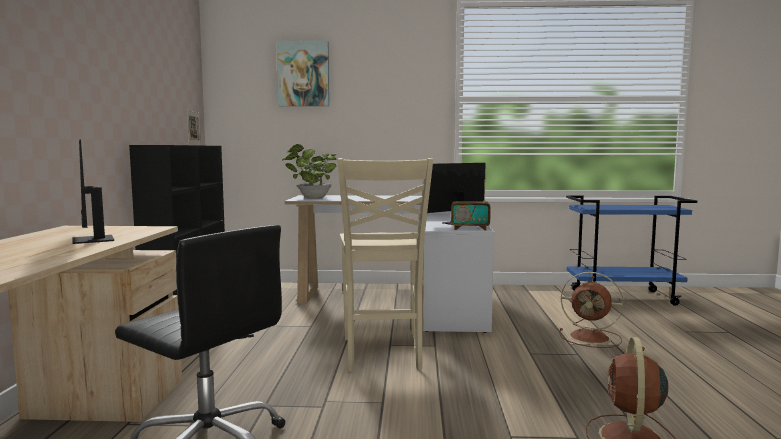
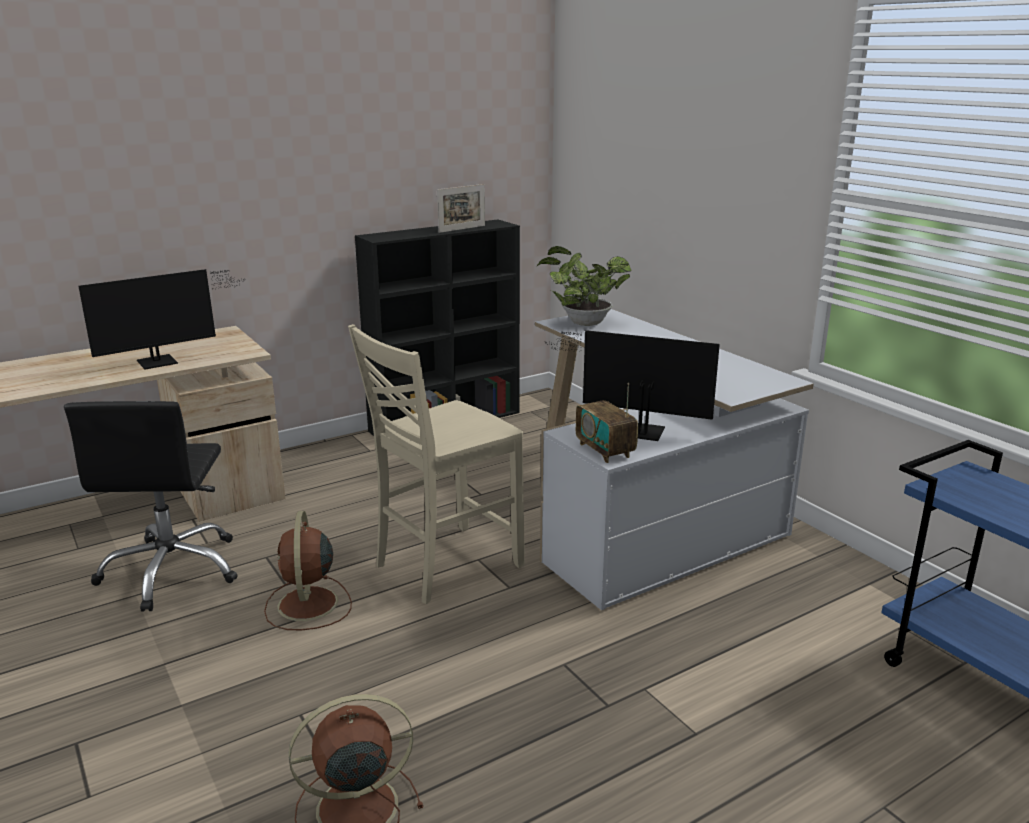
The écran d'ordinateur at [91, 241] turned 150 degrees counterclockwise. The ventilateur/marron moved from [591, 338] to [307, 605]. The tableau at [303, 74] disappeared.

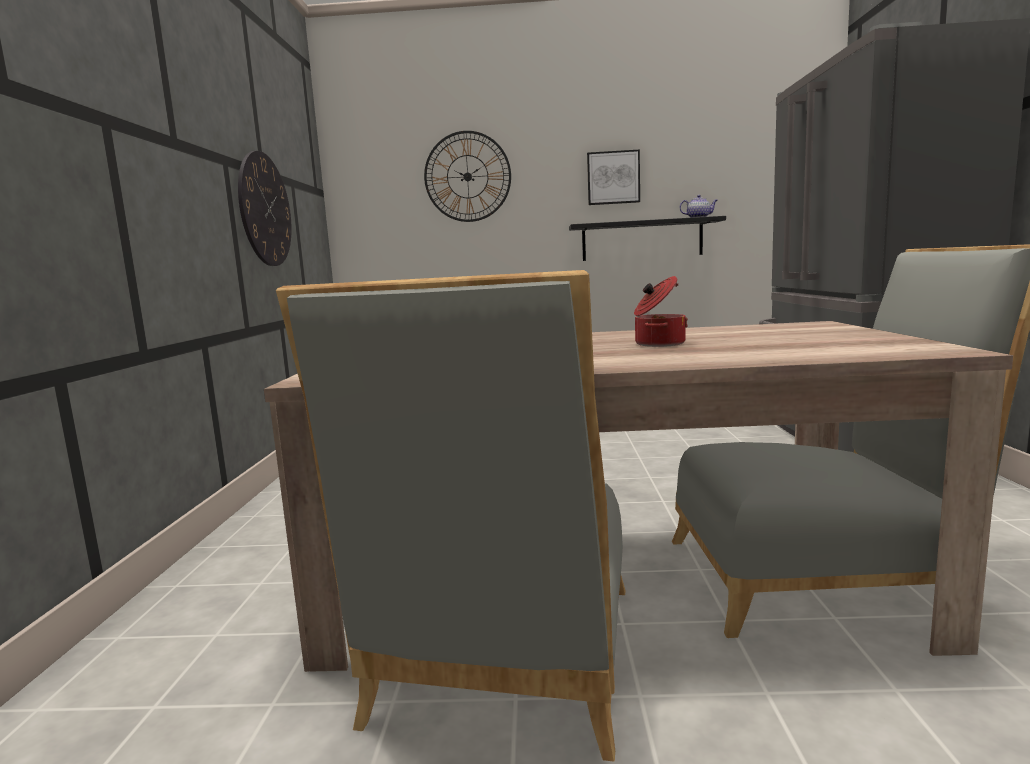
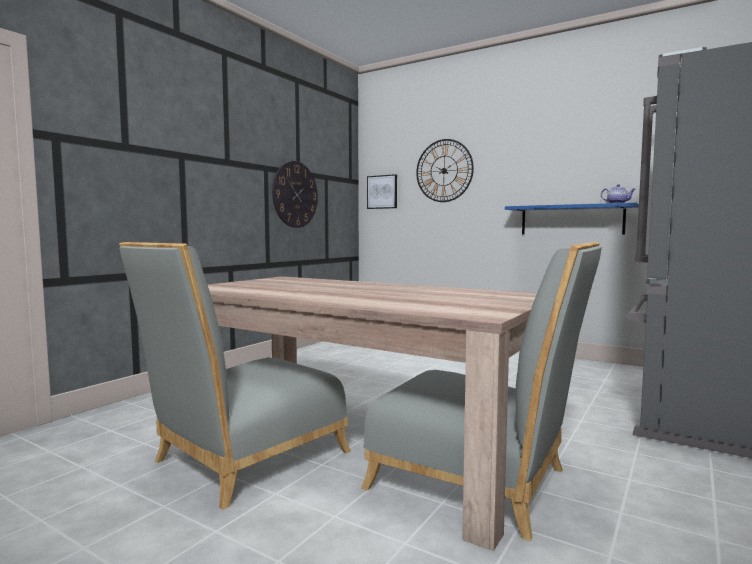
The tableau moved from [613, 178] to [382, 192]. The étagère/noir at [642, 240] became the étagère/bleu at [571, 220]. The marmite at [658, 344] disappeared.

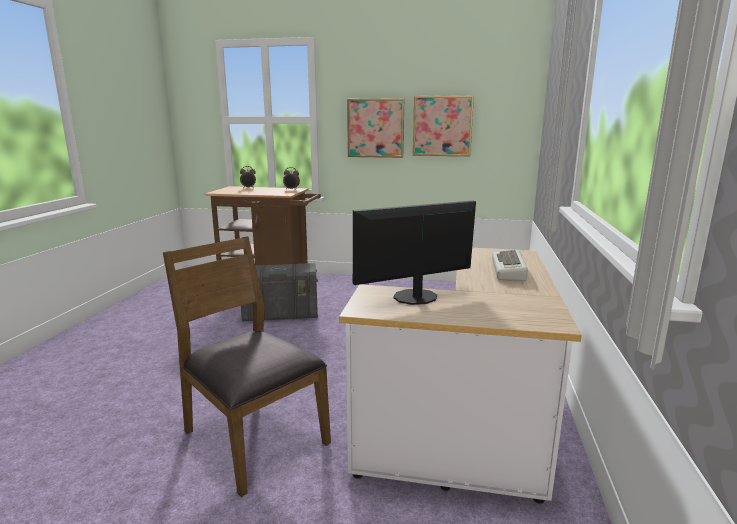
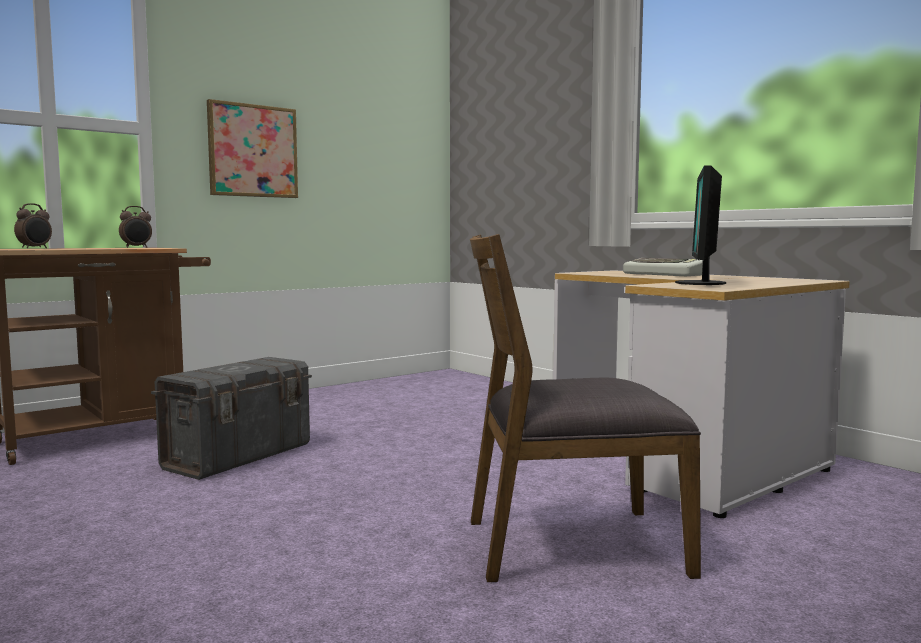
The tableau at [442, 126] disappeared.

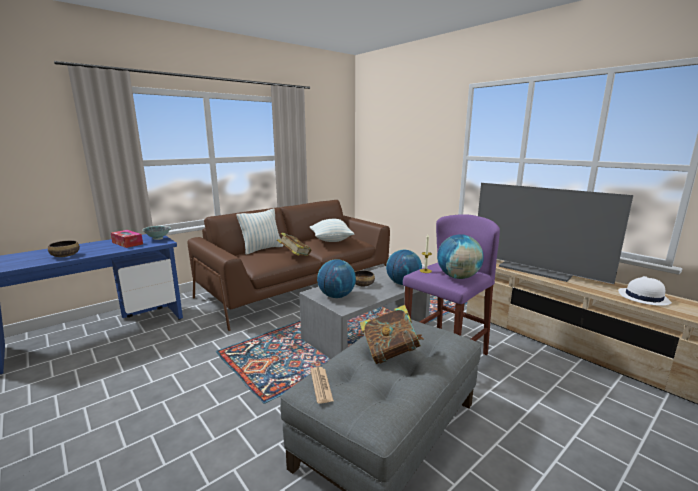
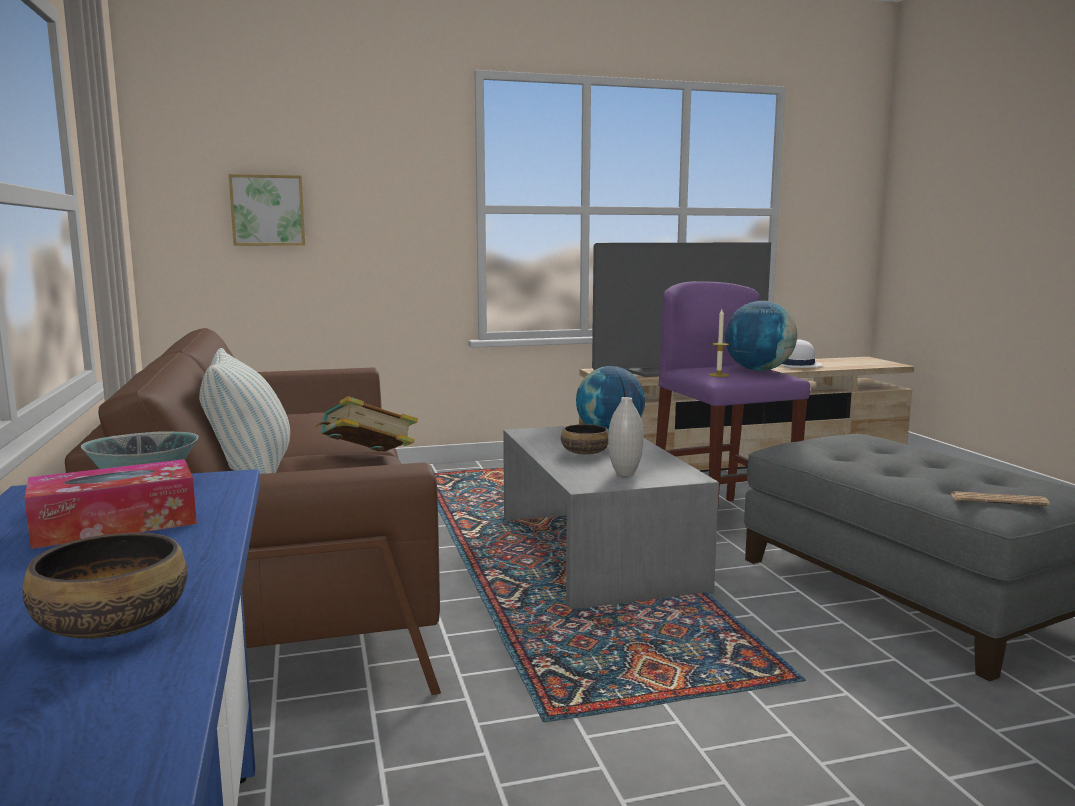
The tableau at [268, 210] appeared. The globe at [336, 296] was replaced by the vase/blanc at [625, 473]. The coussin at [331, 240] disappeared. The livre at [390, 354] disappeared.

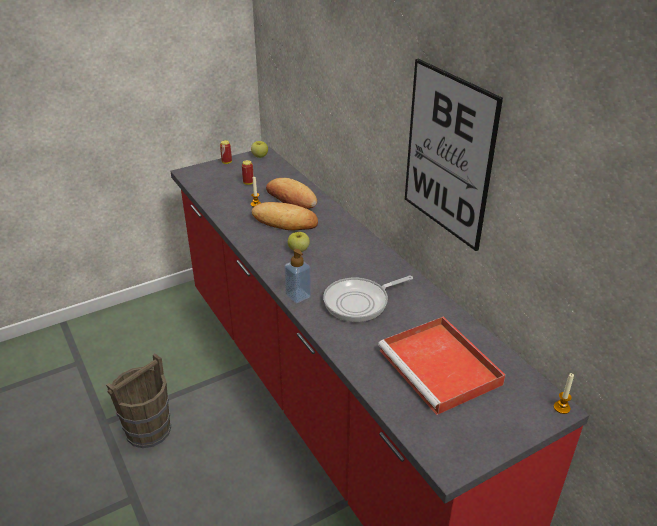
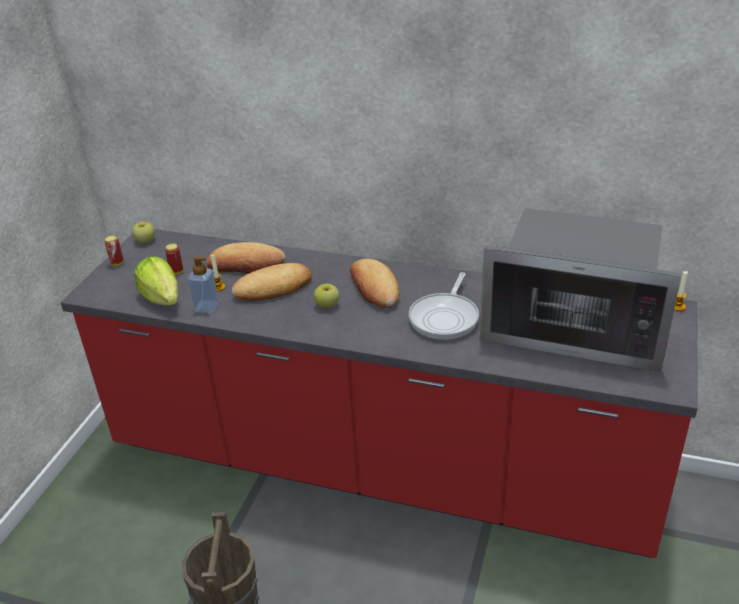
The laitue at [162, 298] appeared. The distributeur de savon moved from [298, 296] to [206, 307]. The pain at [374, 288] appeared. The plateau/rouge at [441, 368] was replaced by the micro-ondes at [574, 329]. The tableau at [448, 154] disappeared.

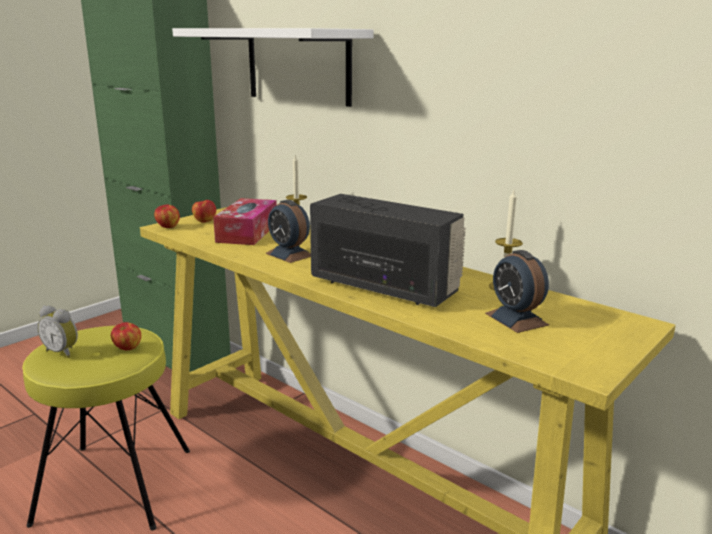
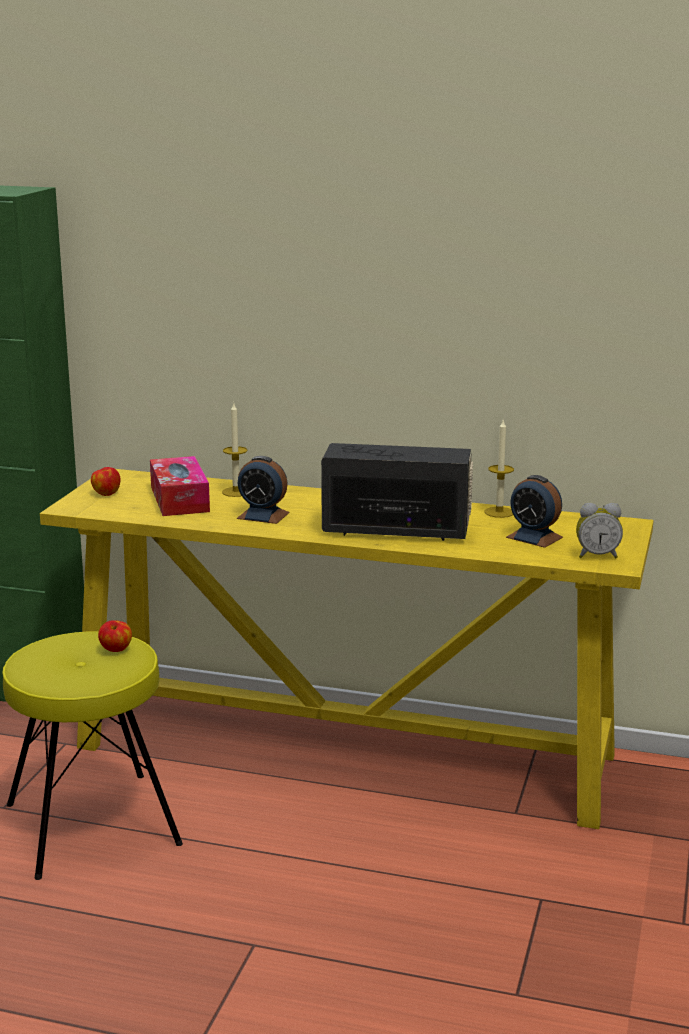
The réveil moved from [63, 352] to [597, 555]. The pomme at [168, 227] disappeared. The étagère/blanc at [298, 65] disappeared.

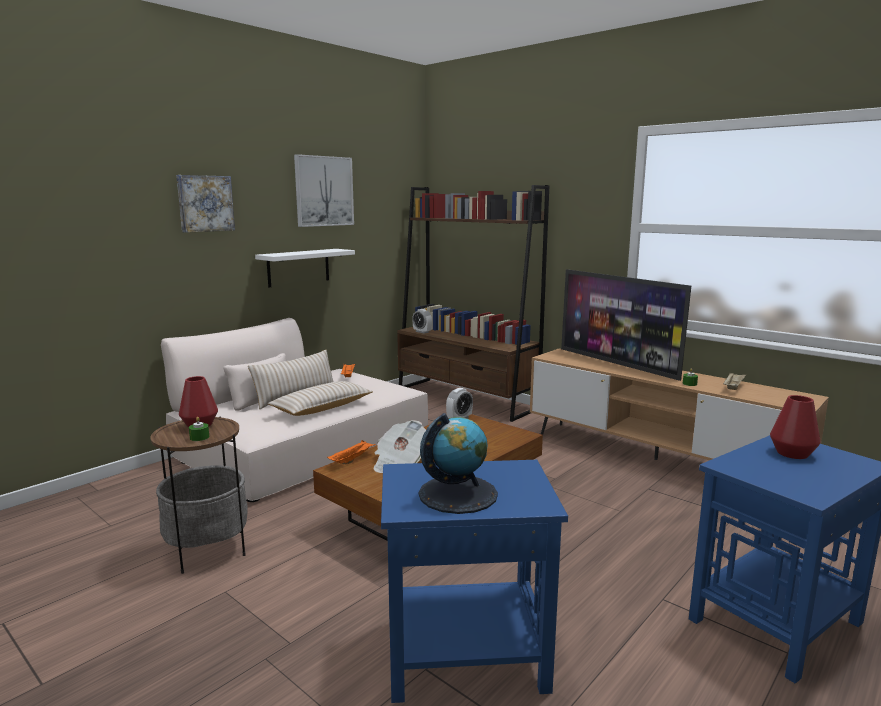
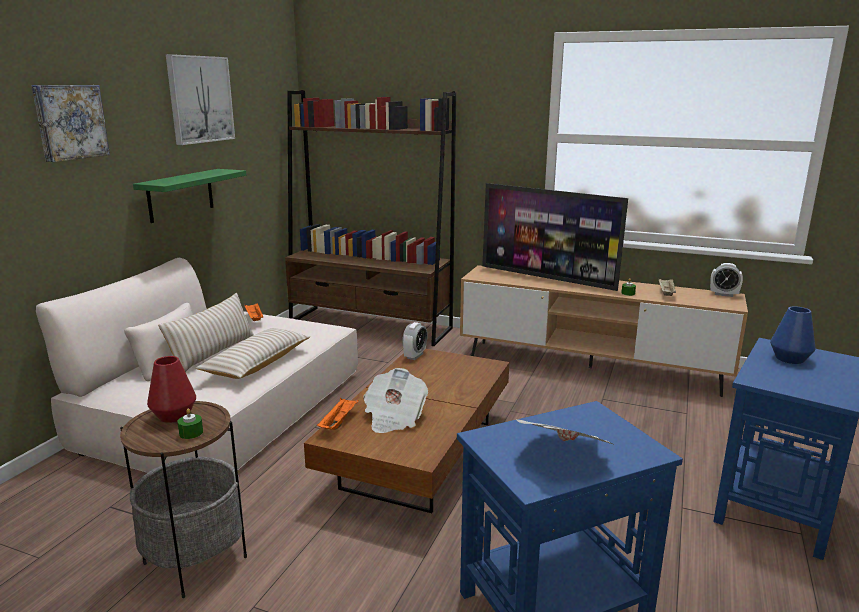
The étagère/blanc at [298, 267] became the étagère/vert at [180, 195]. The globe at [458, 494] was replaced by the journal at [565, 454]. The réveil moved from [422, 332] to [723, 294]. The vase/rouge at [792, 453] became the vase/bleu at [789, 359].

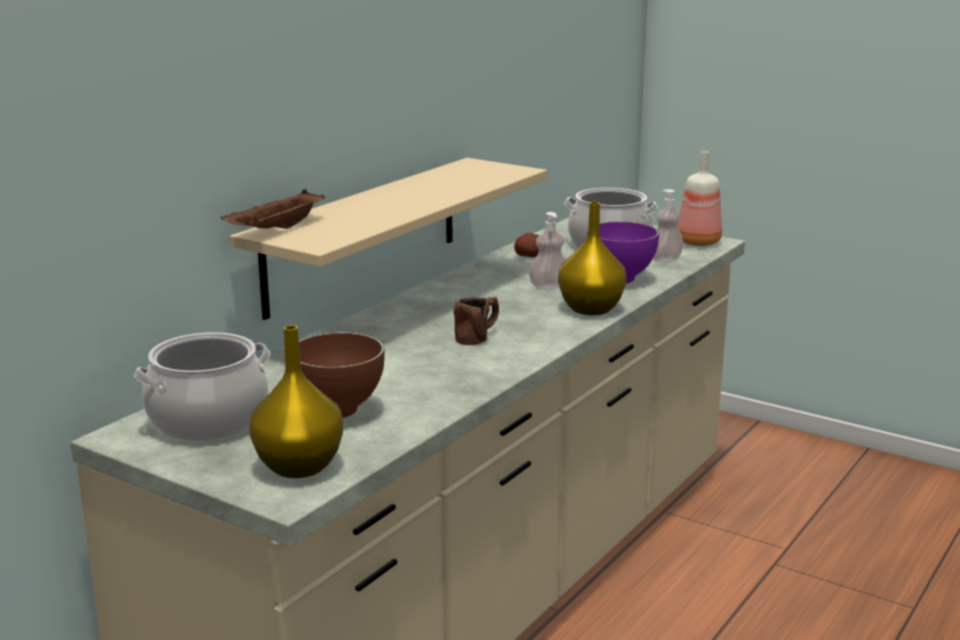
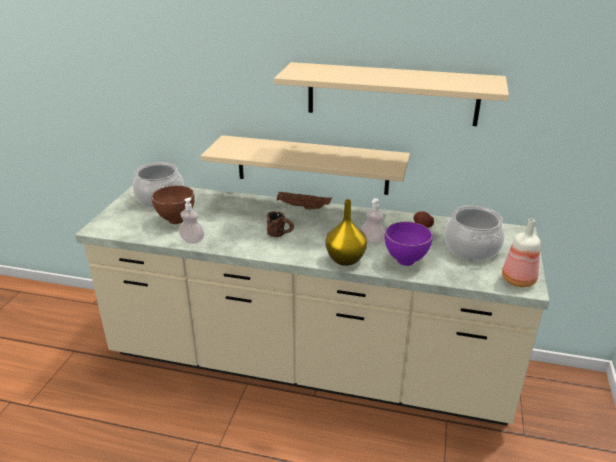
The distributeur de savon moved from [666, 260] to [192, 240]. The étagère/beige at [392, 94] appeared. The plateau/marron moved from [276, 230] to [302, 207]. The vase/jaune at [300, 466] disappeared.

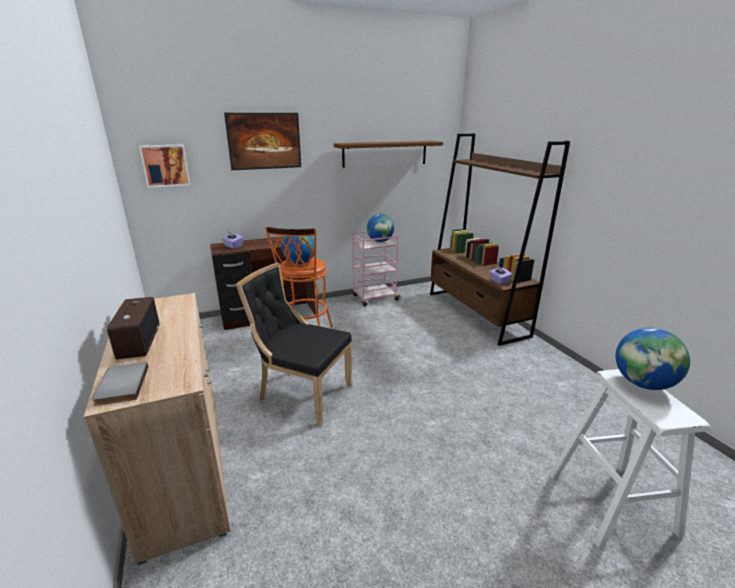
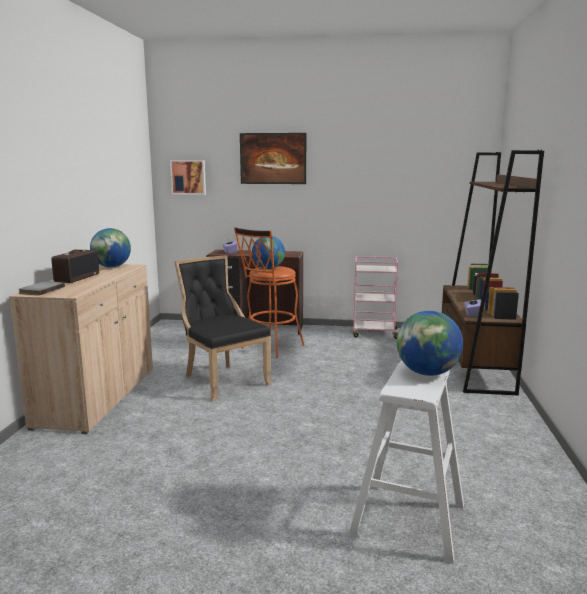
The globe moved from [380, 241] to [112, 267]. The étagère/marron at [385, 153] disappeared.

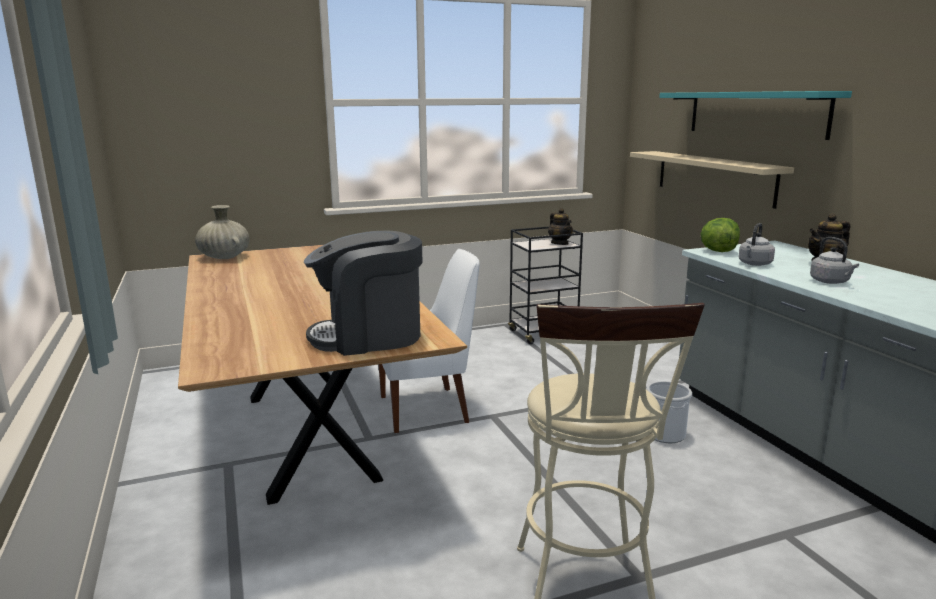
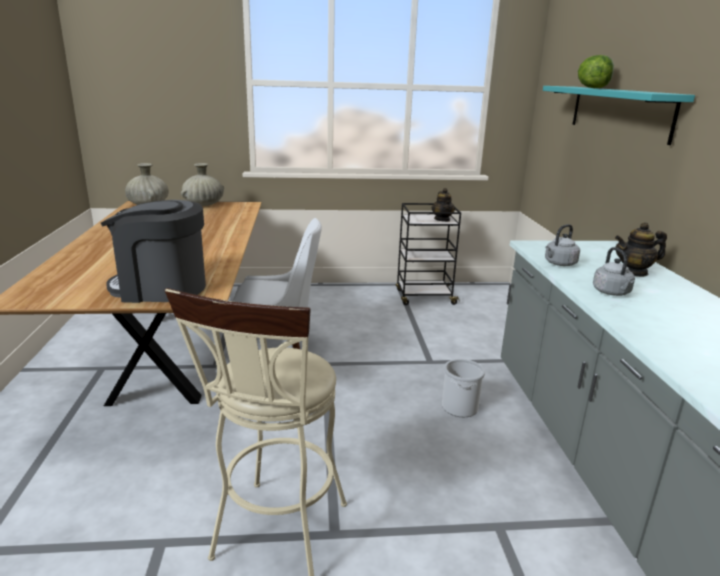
The vase/beige at [203, 204] appeared. The laitue moved from [718, 251] to [593, 88]. The étagère/beige at [713, 177] disappeared.

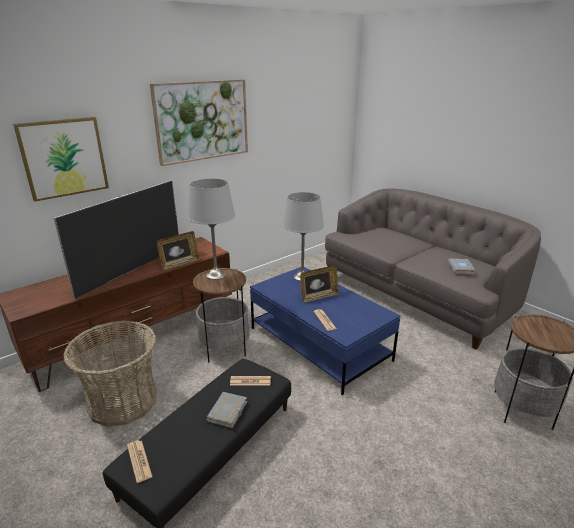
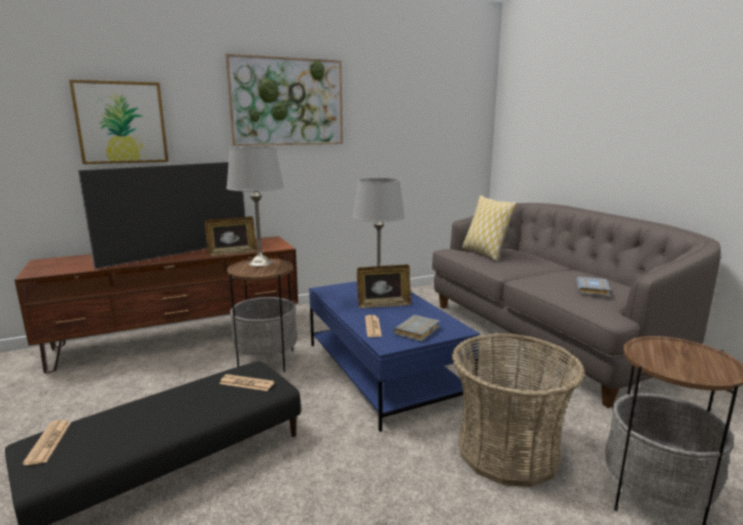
The livre/gris moved from [228, 413] to [418, 332]. The panier moved from [123, 400] to [507, 451]. The coussin at [485, 254] appeared.

